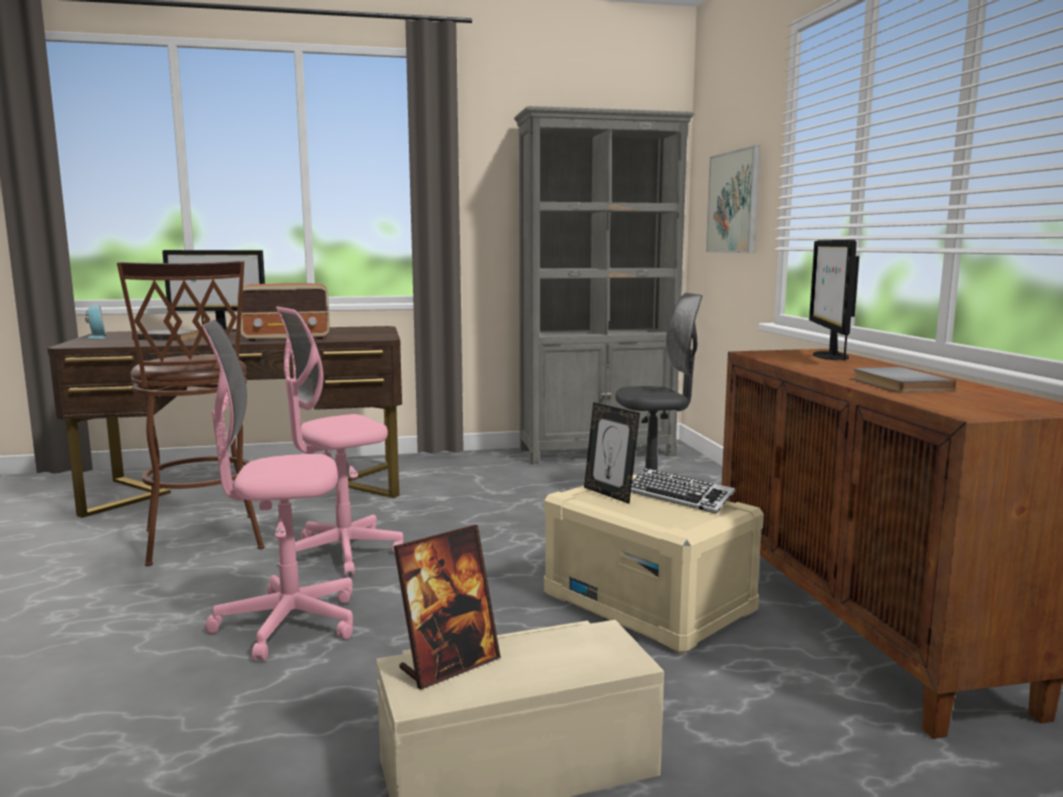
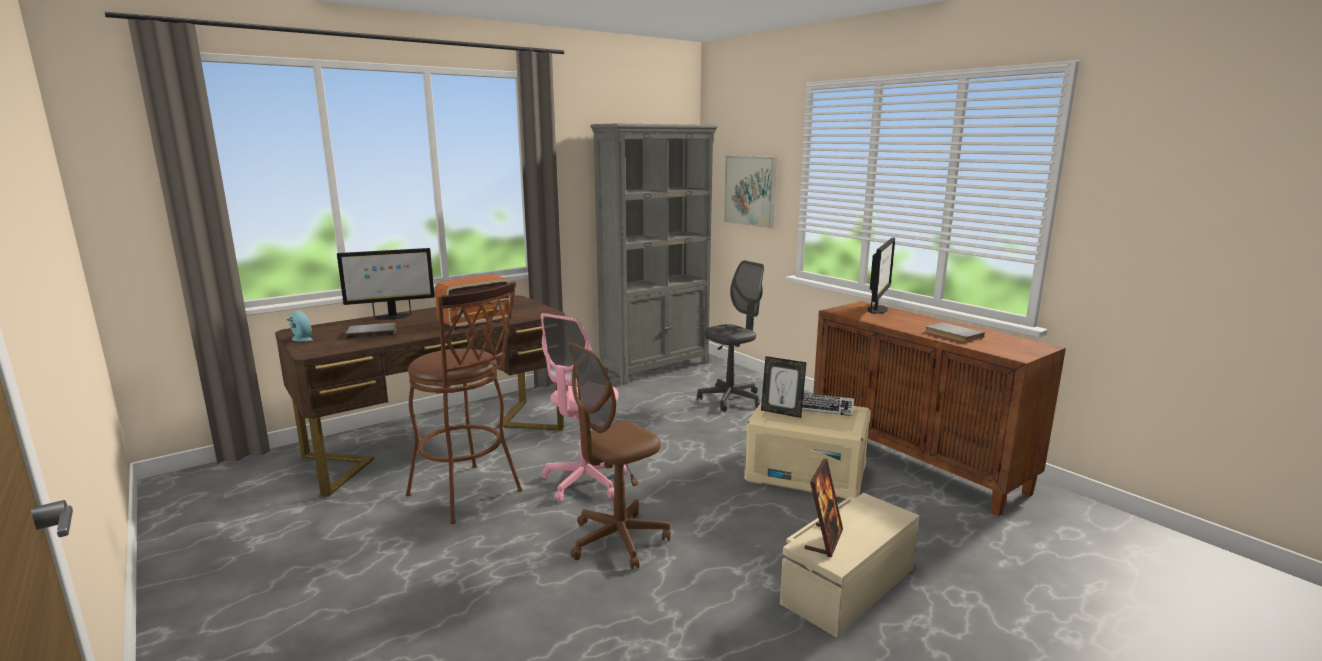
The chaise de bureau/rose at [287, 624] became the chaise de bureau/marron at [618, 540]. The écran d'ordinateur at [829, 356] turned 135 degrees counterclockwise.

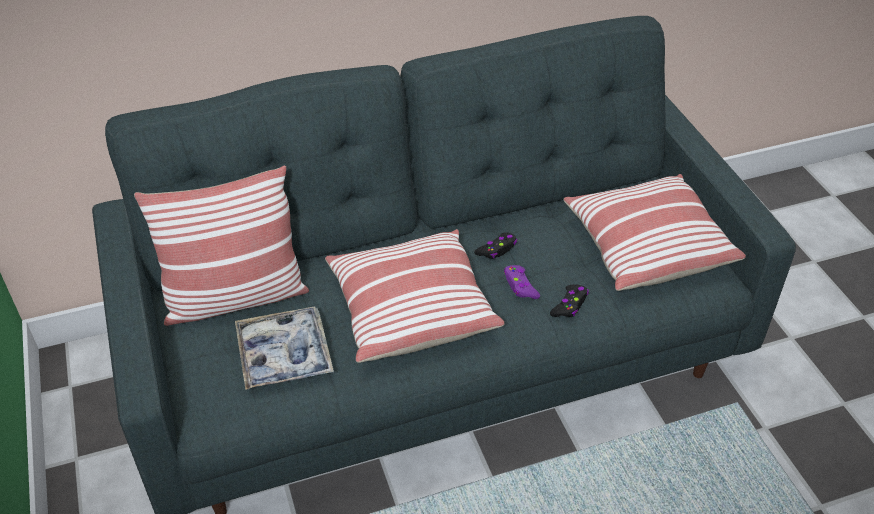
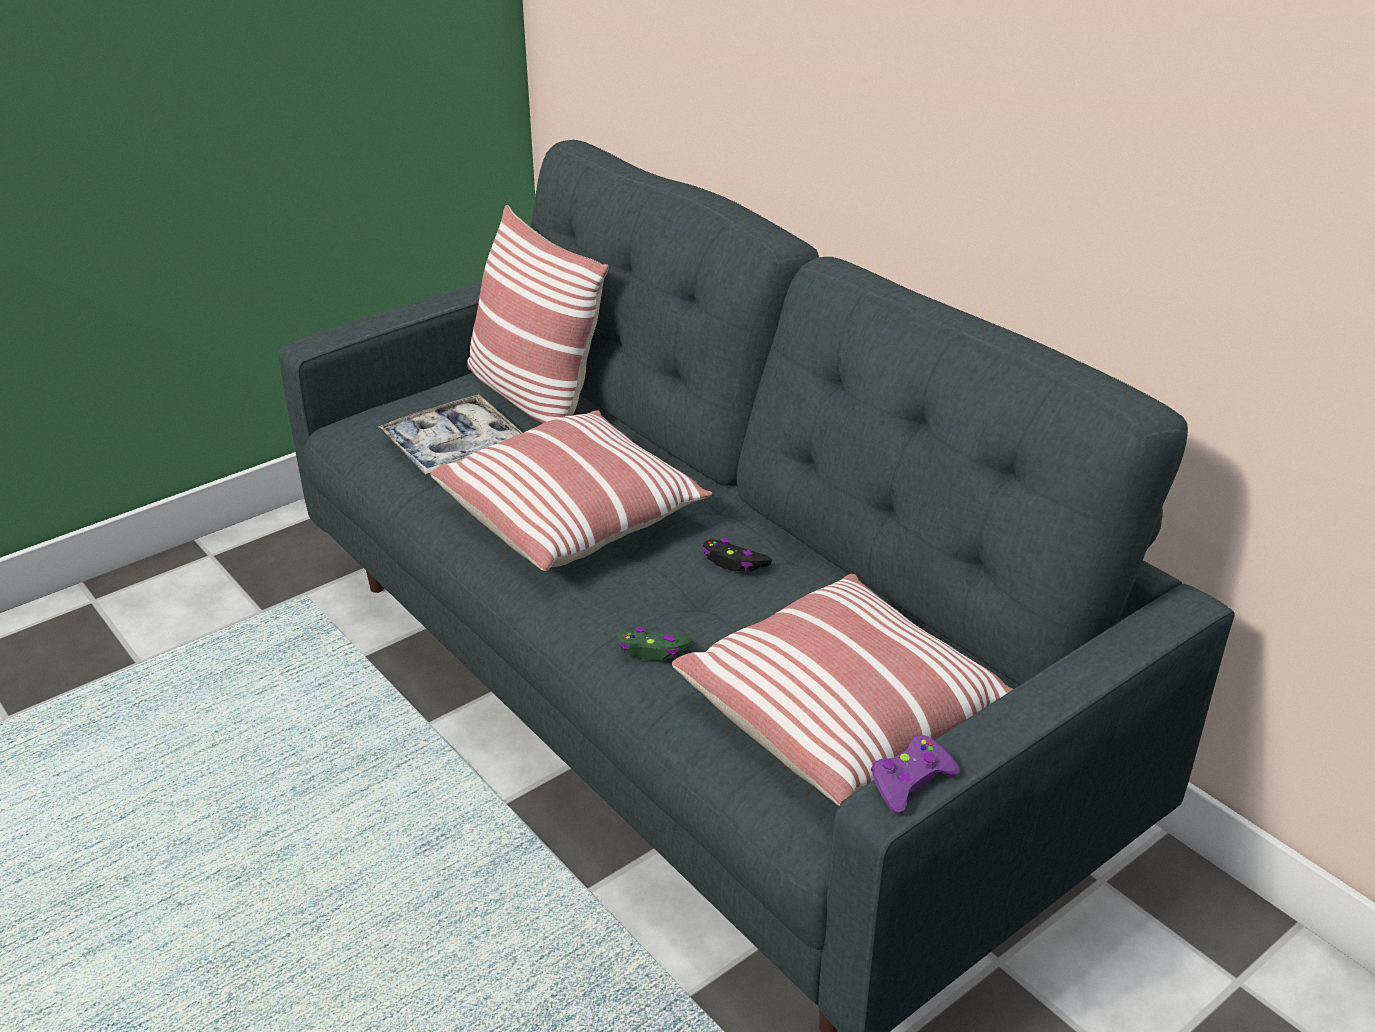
The manette/noir at [569, 305] became the manette/vert at [653, 651]. The manette/violet moved from [520, 286] to [910, 781].

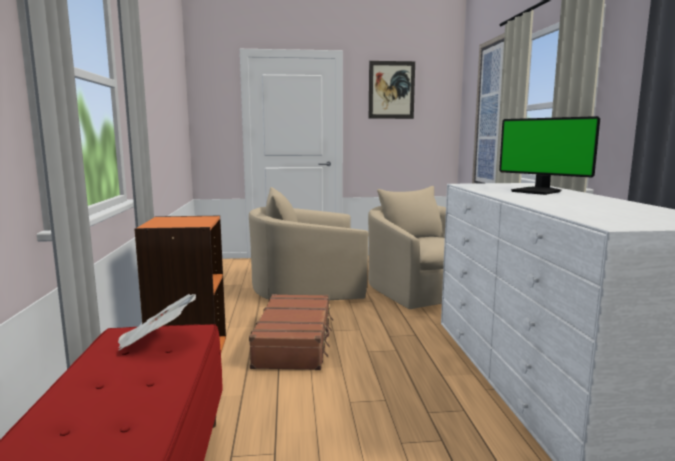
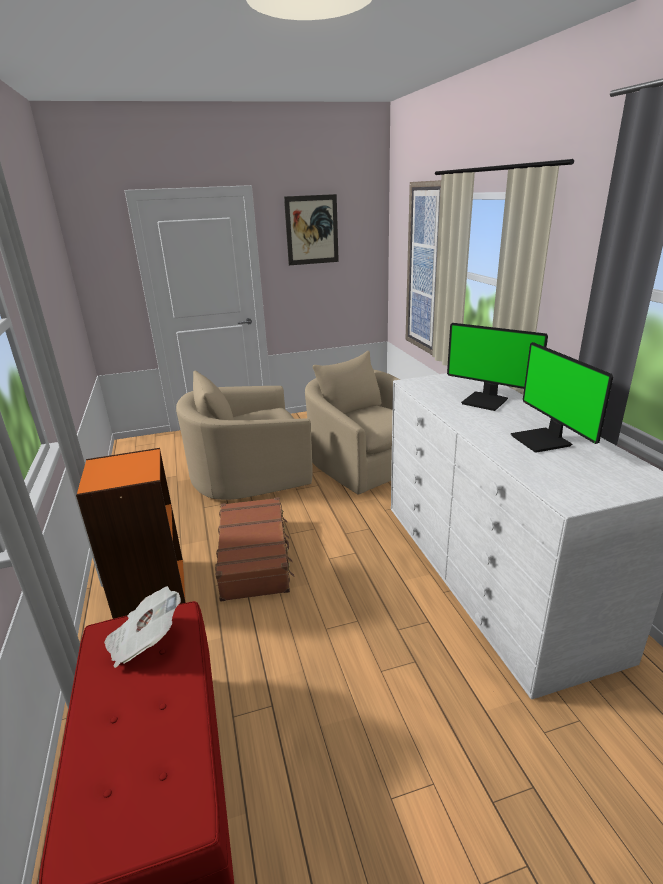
The écran d'ordinateur at [543, 440] appeared.

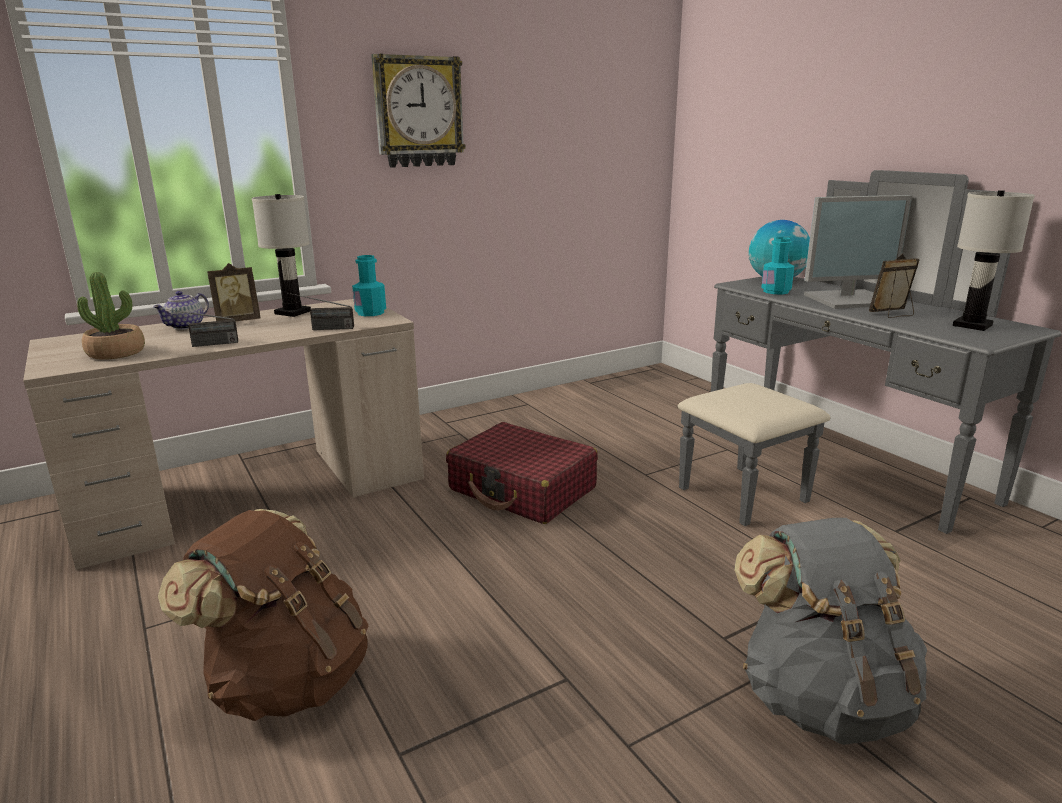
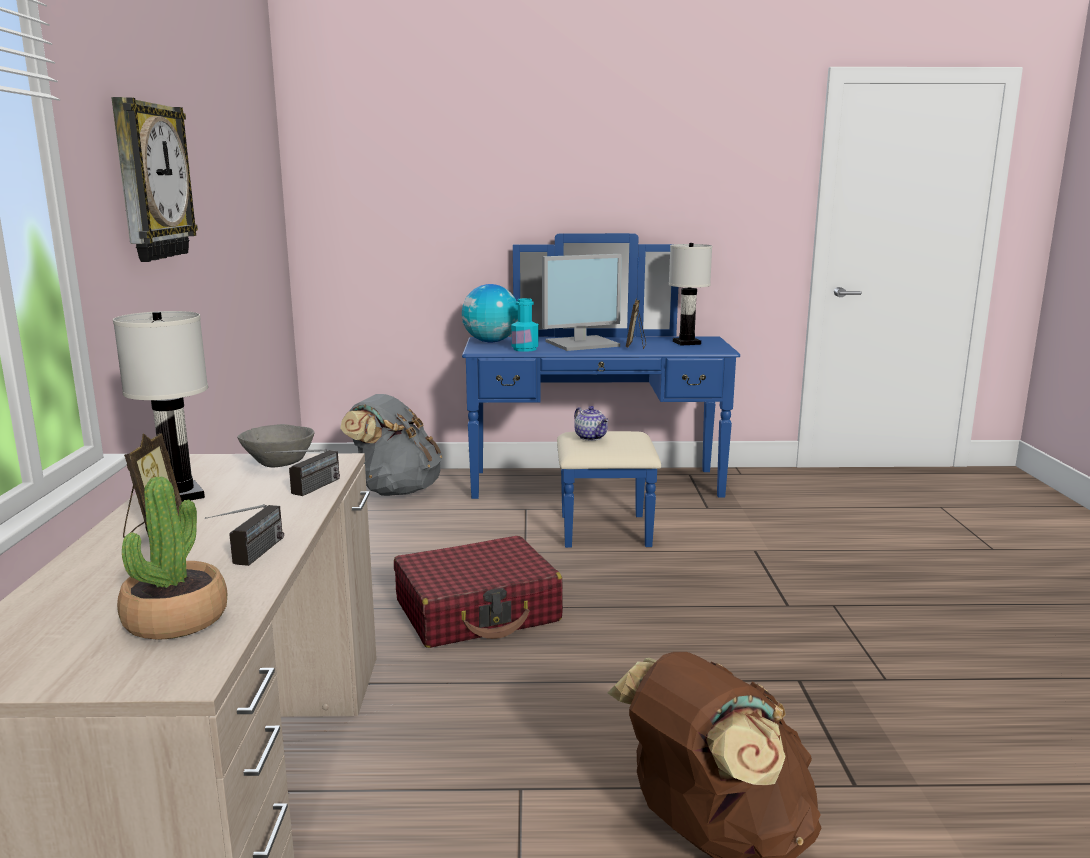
The bouteille/turquoise at [370, 313] was replaced by the bol/gris at [279, 462]. The sac à dos/gris moved from [822, 698] to [395, 490]. The commode/gris at [820, 468] became the commode/bleu at [598, 493]. The écran d'ordinateur at [850, 299] turned 45 degrees clockwise. The théière moved from [186, 326] to [591, 437].

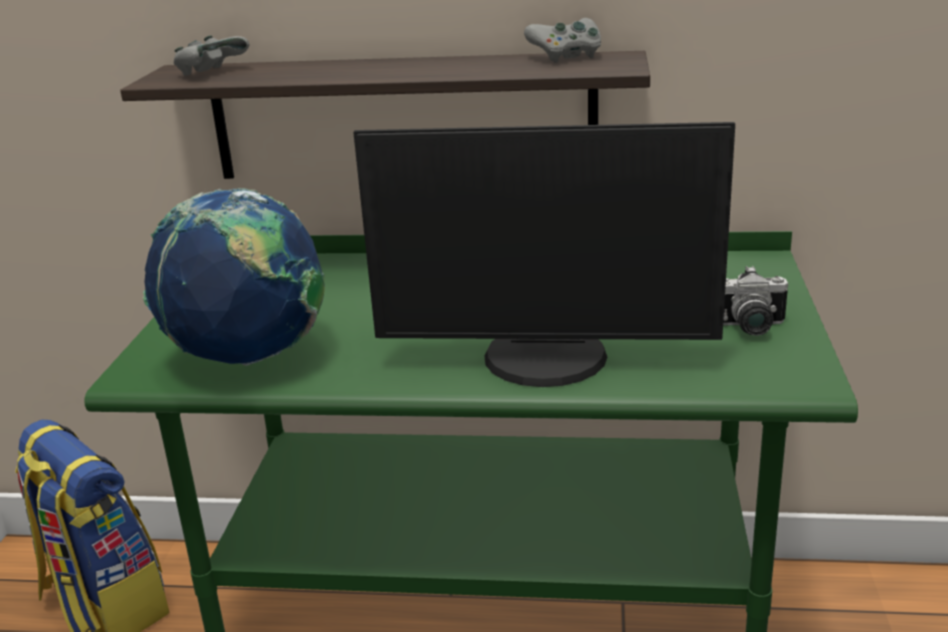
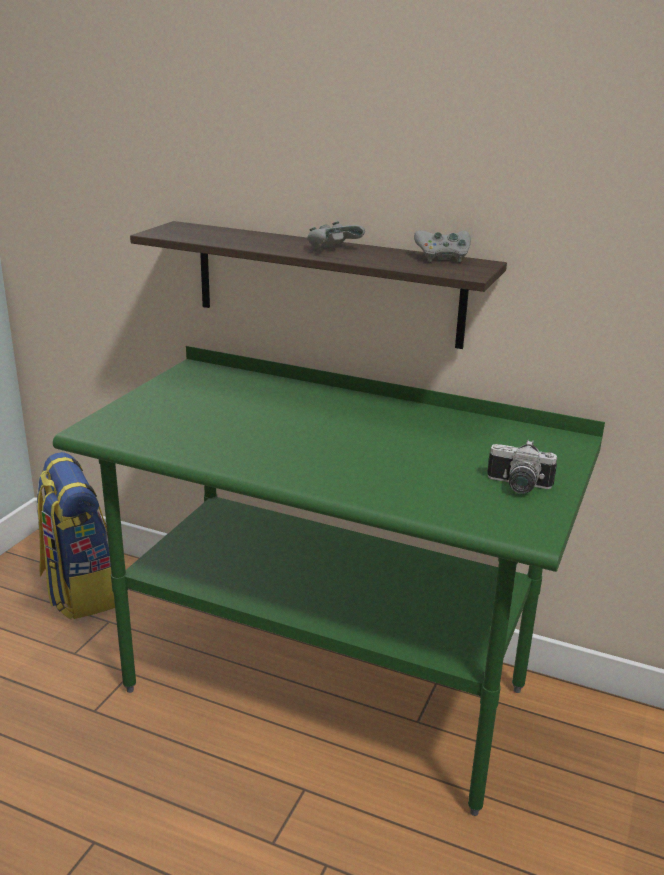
The manette/gris moved from [211, 73] to [333, 249]. The globe at [250, 358] disappeared. The écran d'ordinateur at [545, 360] disappeared.

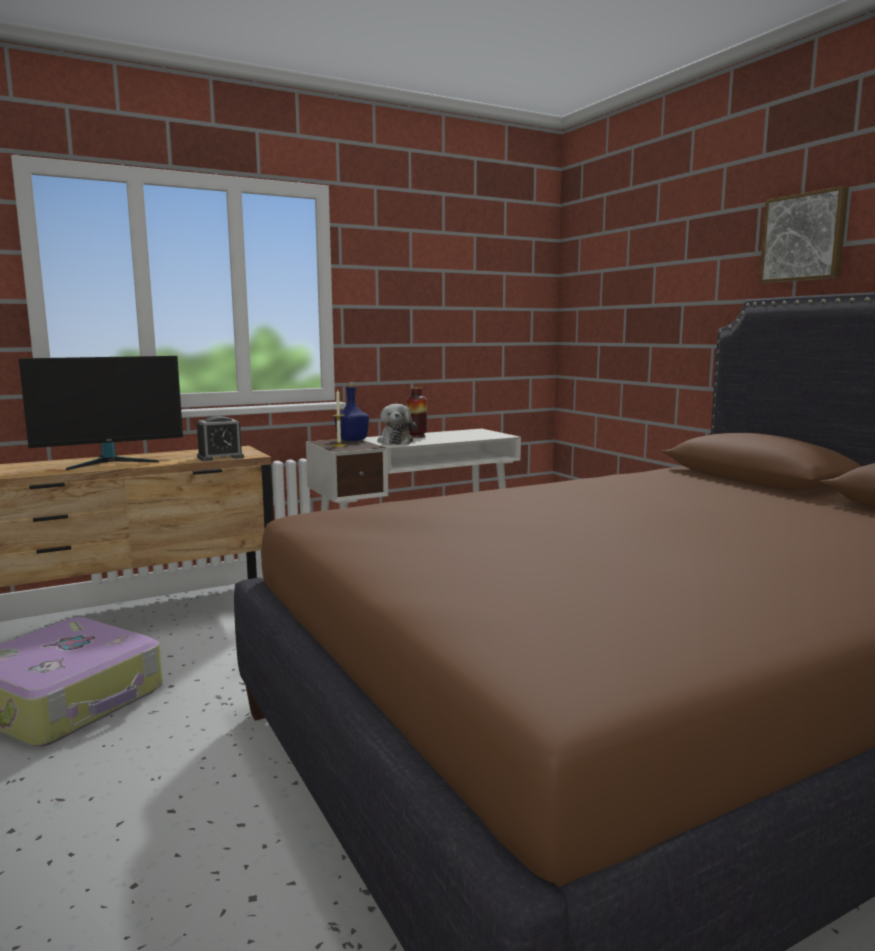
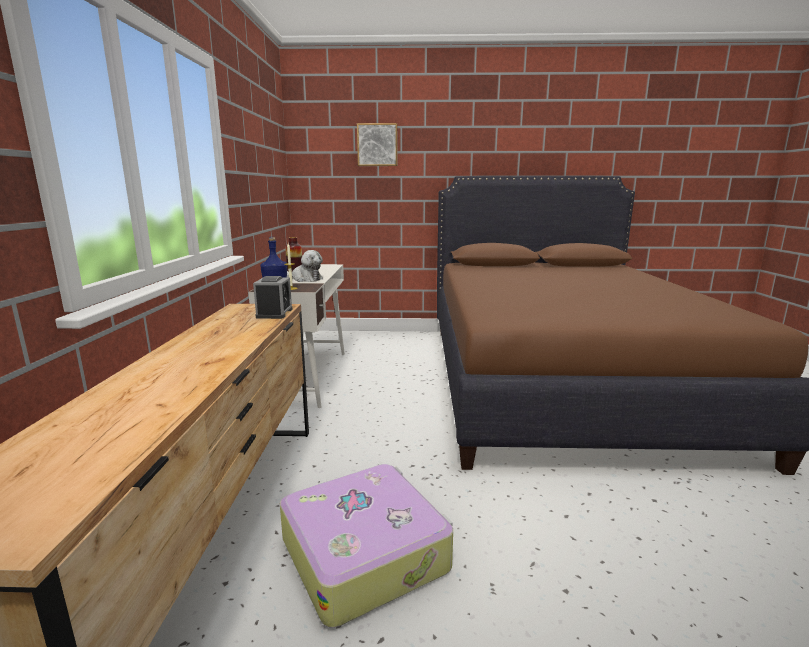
The tableau moved from [804, 237] to [377, 145]. The écran d'ordinateur at [111, 462] disappeared.

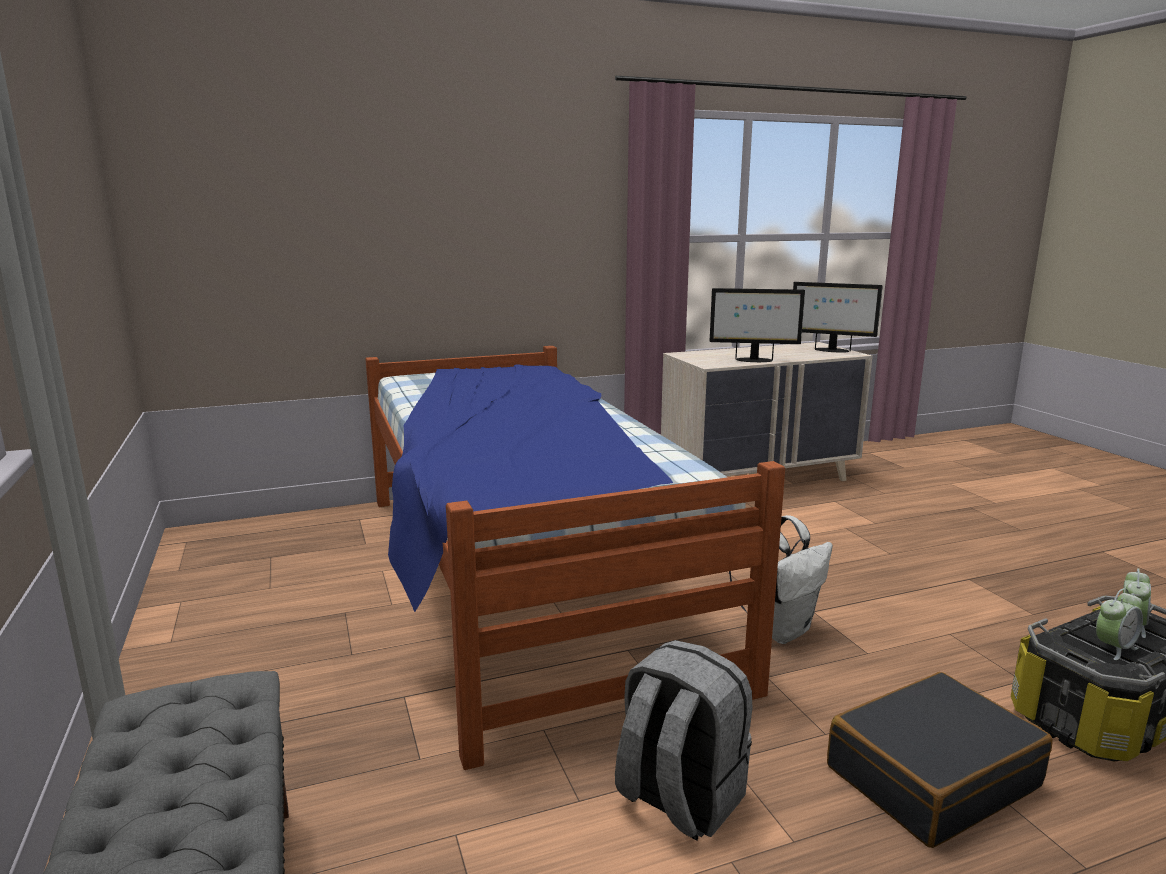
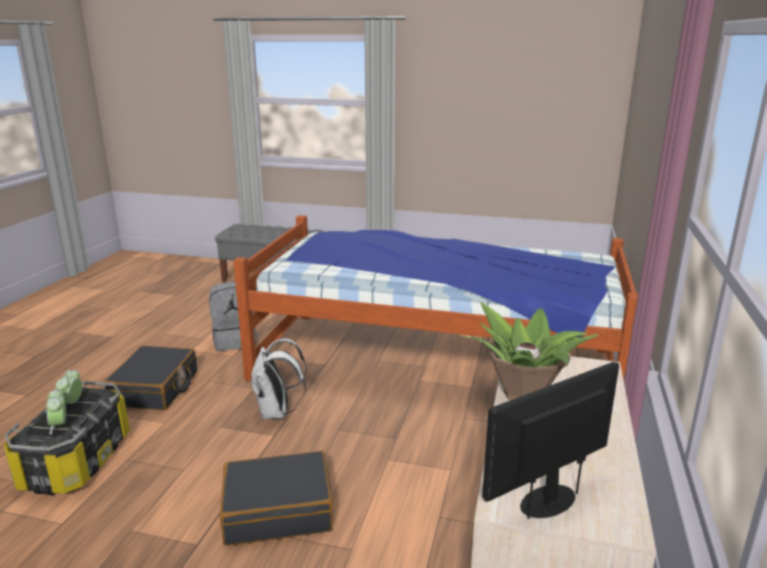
The valise/noir at [278, 510] appeared. The écran d'ordinateur at [753, 360] was replaced by the plante en pot at [523, 393].

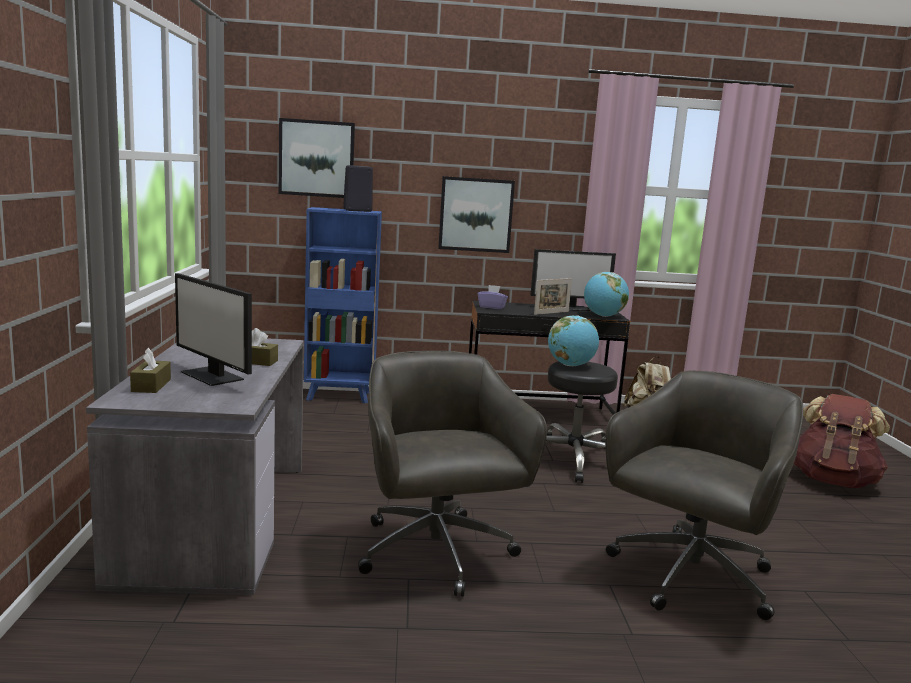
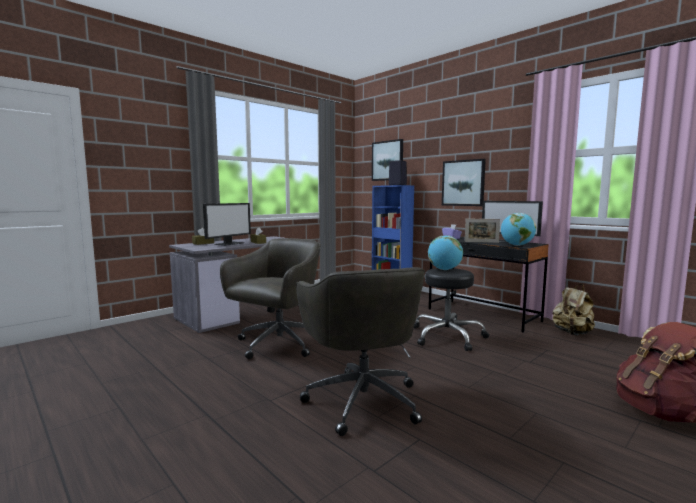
The écran d'ordinateur at [213, 376] turned 150 degrees counterclockwise. The chaise de bureau/gris at [689, 578] turned 75 degrees clockwise.

